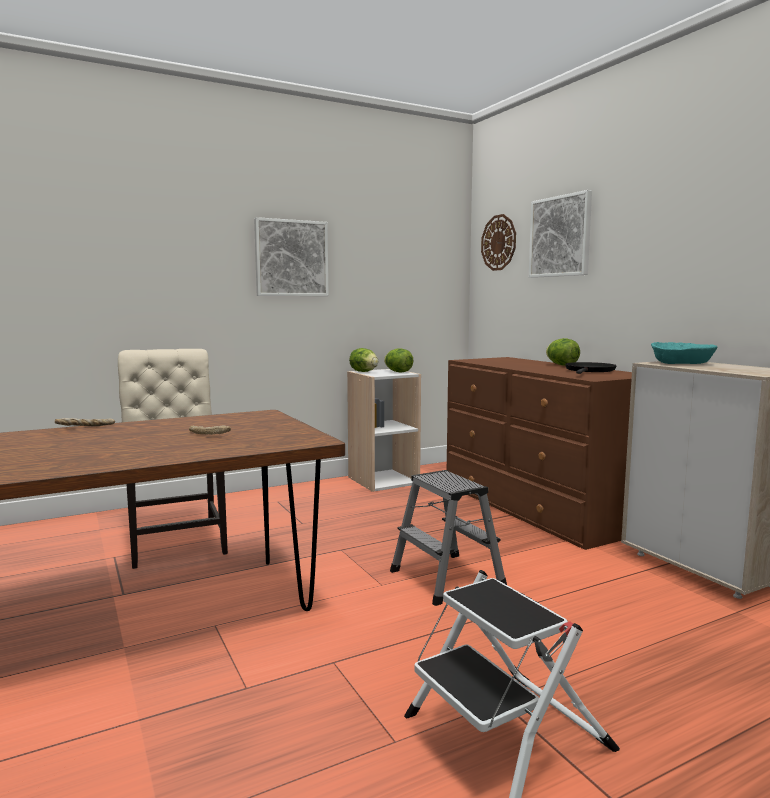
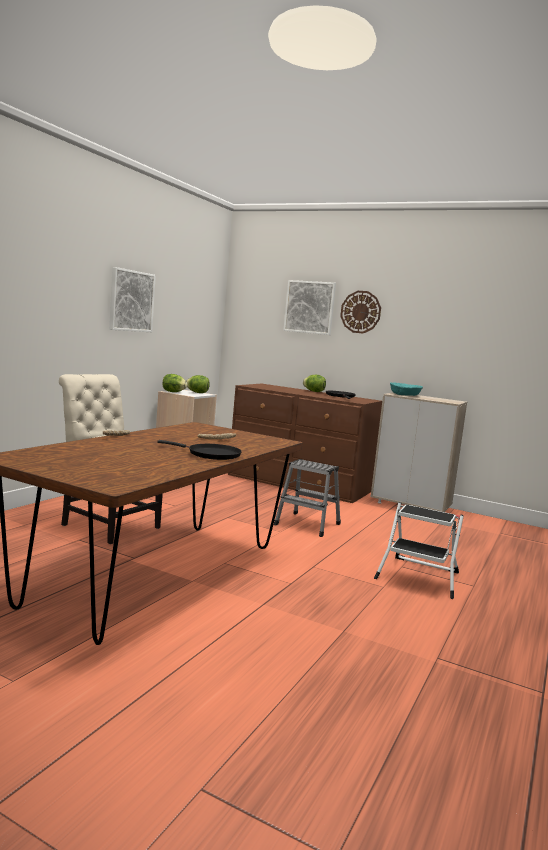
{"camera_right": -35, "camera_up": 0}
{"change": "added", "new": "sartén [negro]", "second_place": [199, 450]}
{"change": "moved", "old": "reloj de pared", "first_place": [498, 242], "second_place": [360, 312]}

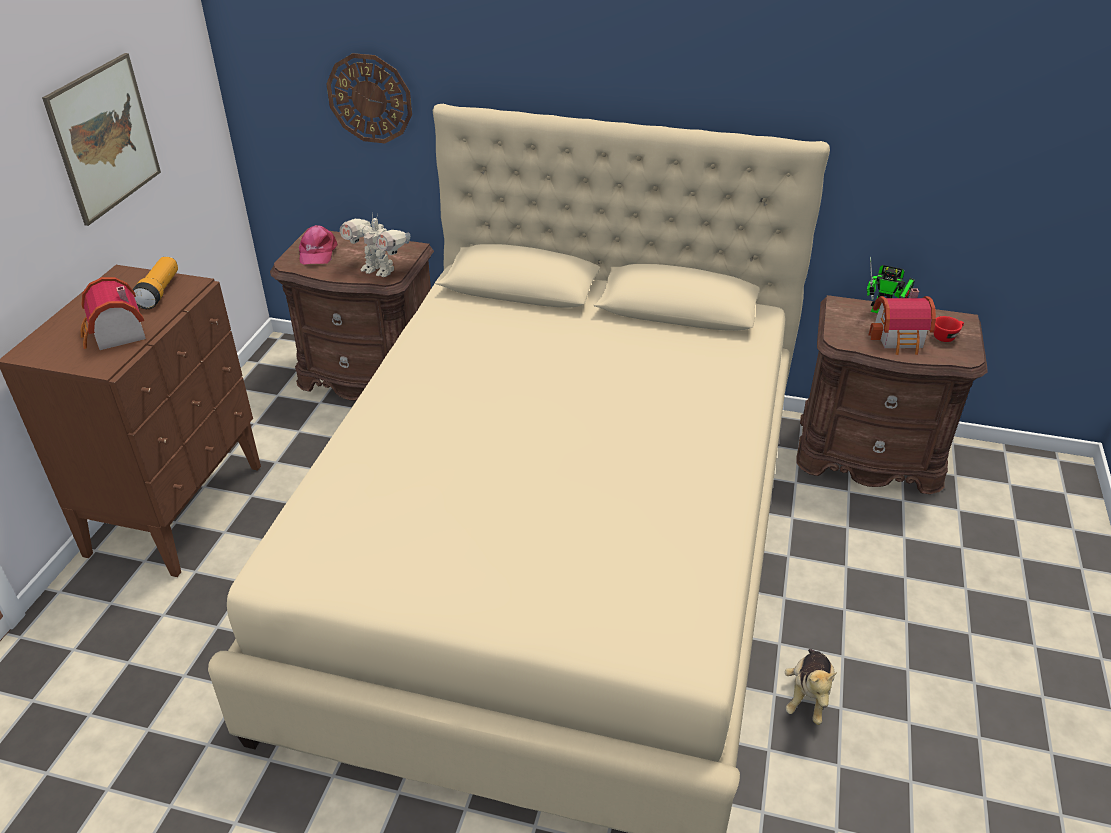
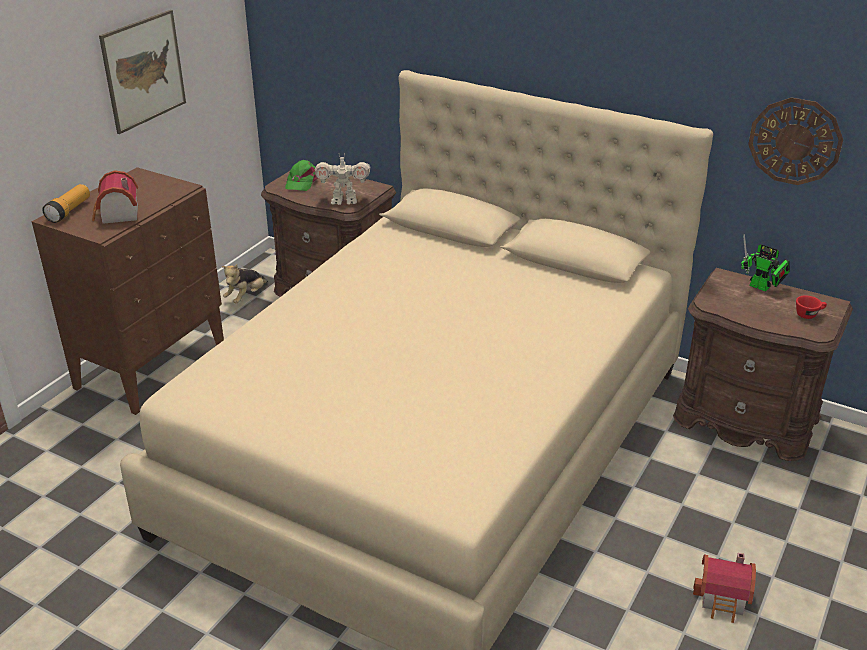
{"camera_right": 15, "camera_up": -5}
{"change": "moved", "old": "linterna", "first_place": [155, 283], "second_place": [66, 203]}
{"change": "moved", "old": "peluche", "first_place": [811, 687], "second_place": [244, 283]}
{"change": "recoloured", "old": "gorra [rosa]", "new": "gorra [verde]", "first_place": [318, 245], "second_place": [301, 175]}
{"change": "turned", "old": "robot de juguete", "first_place": [375, 245], "second_place": [343, 178], "degrees": -45}
{"change": "moved", "old": "casita", "first_place": [902, 321], "second_place": [724, 588]}
{"change": "moved", "old": "reloj de pared", "first_place": [369, 98], "second_place": [795, 141]}

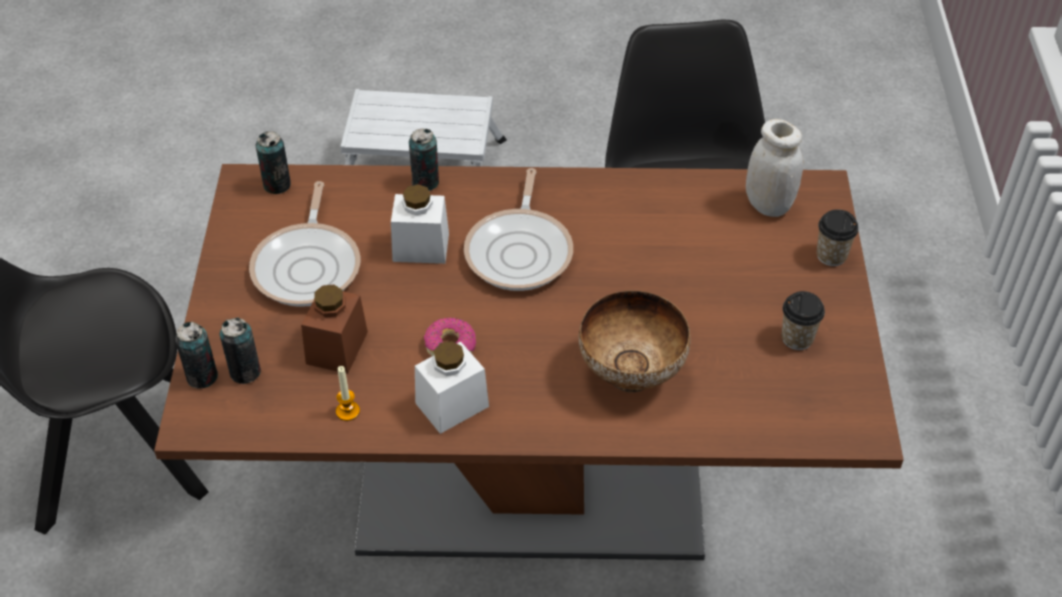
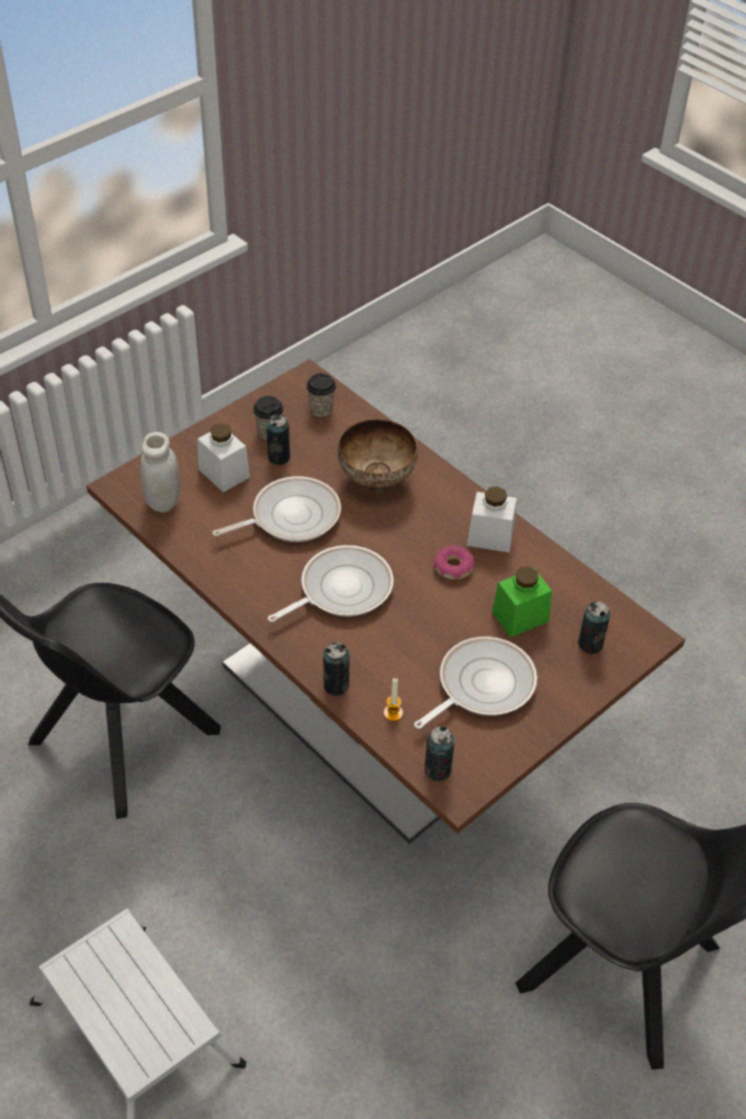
{"camera_right": -135, "camera_up": 0}
{"change": "moved", "old": "tarro [blanco]", "first_place": [420, 224], "second_place": [224, 457]}
{"change": "added", "new": "sartén", "second_place": [276, 509]}
{"change": "moved", "old": "lata", "first_place": [196, 355], "second_place": [278, 439]}
{"change": "moved", "old": "taza", "first_place": [838, 237], "second_place": [321, 395]}
{"change": "moved", "old": "vela", "first_place": [348, 393], "second_place": [393, 699]}
{"change": "recoloured", "old": "tarro [marrón]", "new": "tarro [verde]", "first_place": [334, 329], "second_place": [522, 602]}

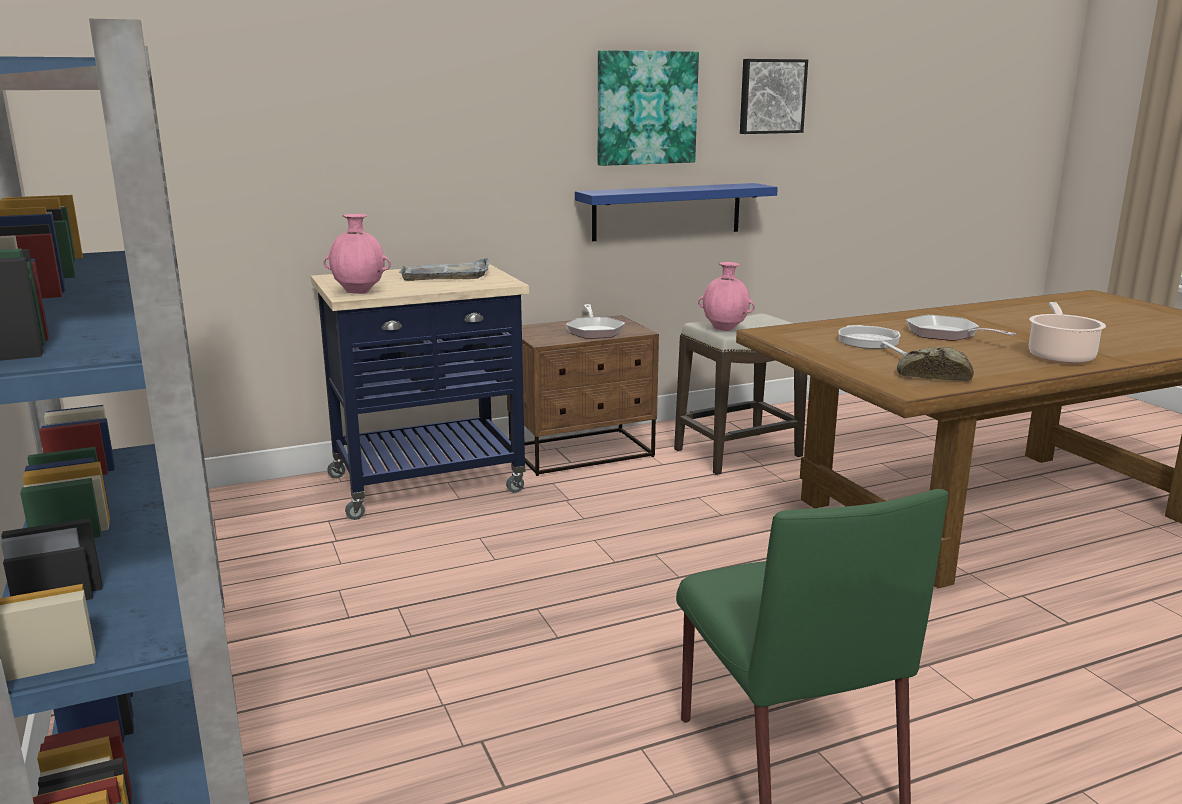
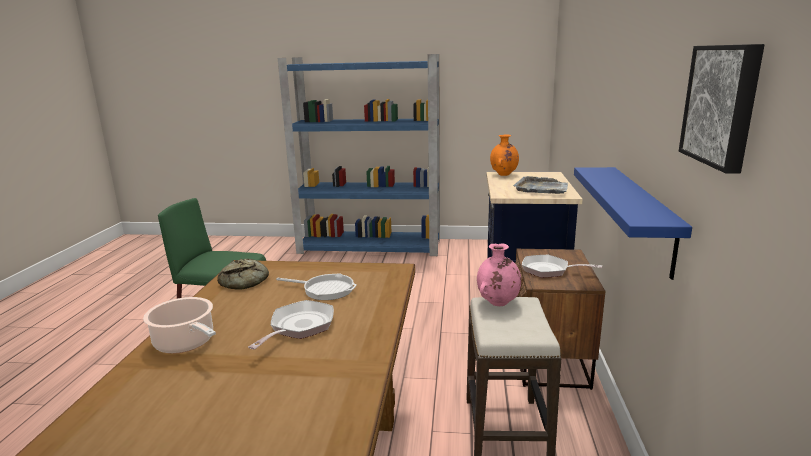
{"camera_right": 120, "camera_up": 0}
{"change": "turned", "old": "sartén", "first_place": [961, 328], "second_place": [291, 324], "degrees": -60}
{"change": "recoloured", "old": "florero [rosa]", "new": "florero [naranja]", "first_place": [357, 254], "second_place": [504, 155]}
{"change": "removed", "old": "cuadro", "first_place": [648, 108]}

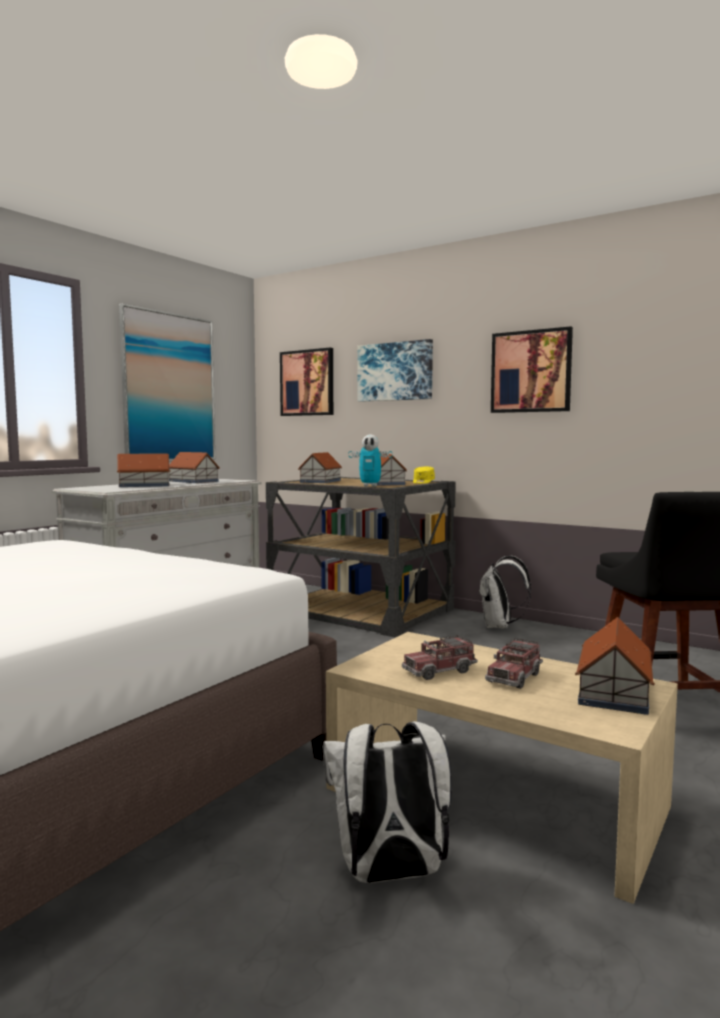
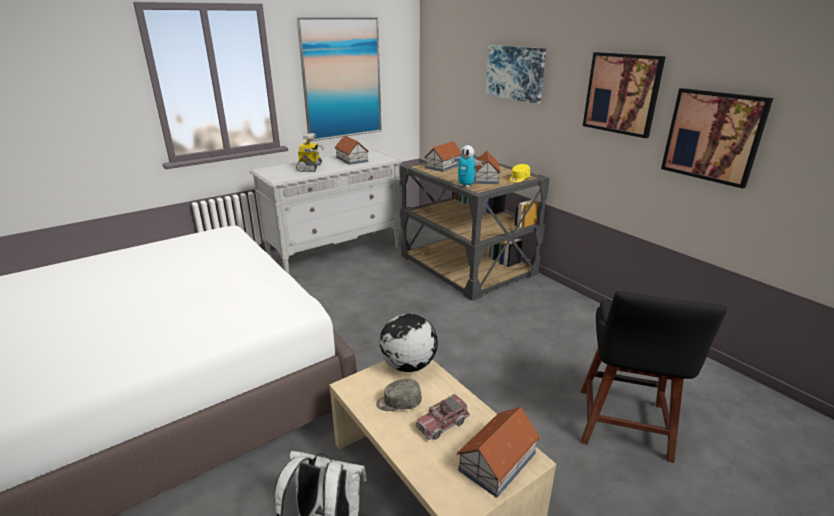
{"camera_right": 20, "camera_up": 20}
{"change": "replaced", "old": "casita", "new": "robot de juguete", "first_place": [143, 470], "second_place": [310, 152]}
{"change": "replaced", "old": "camión de juguete", "new": "gorra [gris]", "first_place": [440, 657], "second_place": [399, 395]}
{"change": "added", "new": "globo terráqueo", "second_place": [408, 342]}
{"change": "moved", "old": "cuadro", "first_place": [306, 382], "second_place": [717, 138]}
{"change": "removed", "old": "mochila [blanco]", "first_place": [505, 592]}

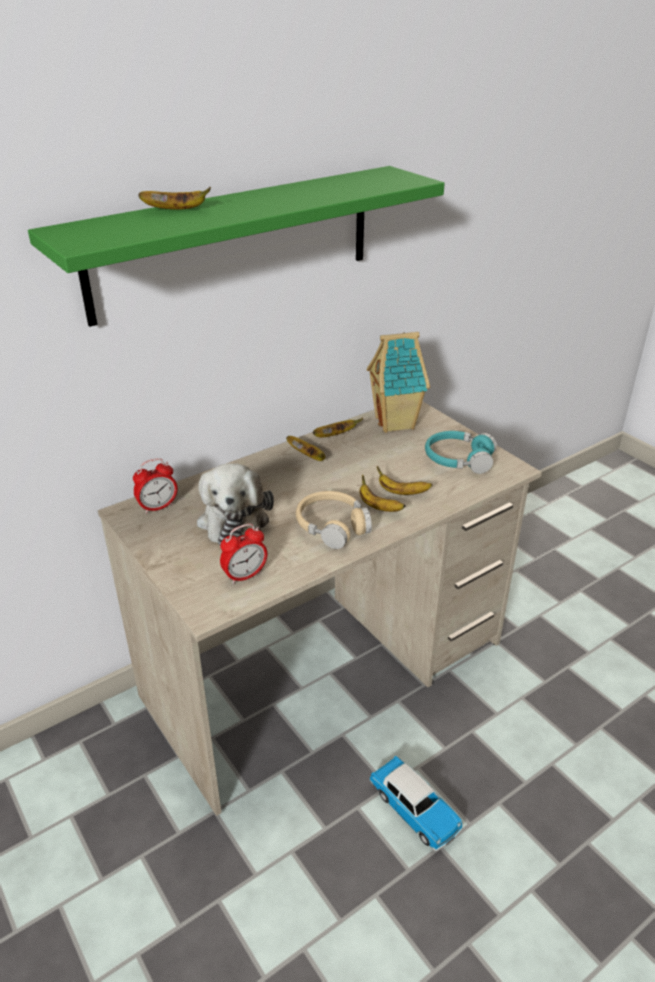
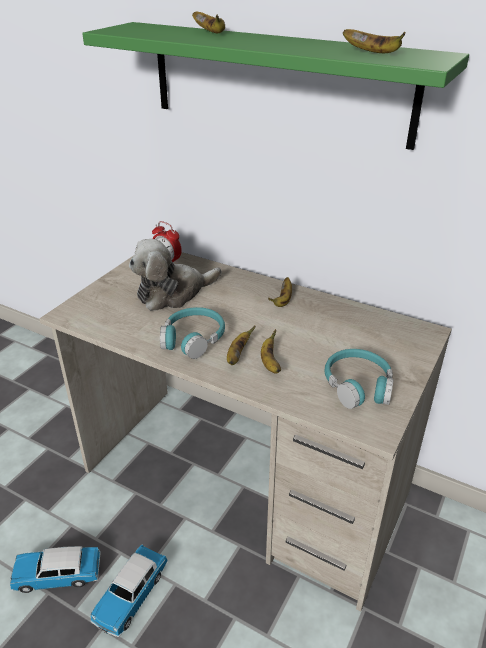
{"camera_right": 65, "camera_up": 0}
{"change": "added", "new": "coche de juguete", "second_place": [55, 569]}
{"change": "recoloured", "old": "auriculares [beis]", "new": "auriculares [turquesa]", "first_place": [334, 520], "second_place": [192, 333]}
{"change": "moved", "old": "plátano", "first_place": [338, 428], "second_place": [374, 41]}
{"change": "removed", "old": "despertador", "first_place": [243, 554]}
{"change": "removed", "old": "casita", "first_place": [398, 382]}

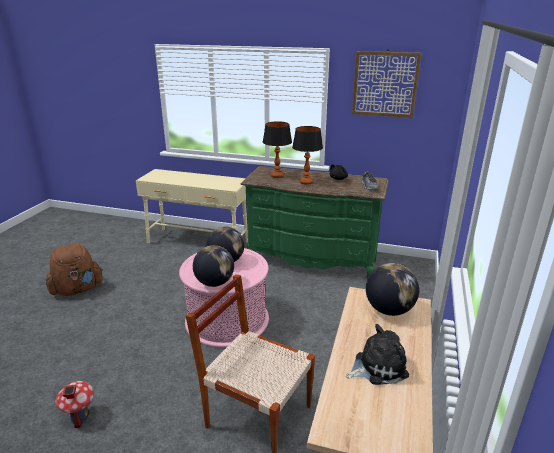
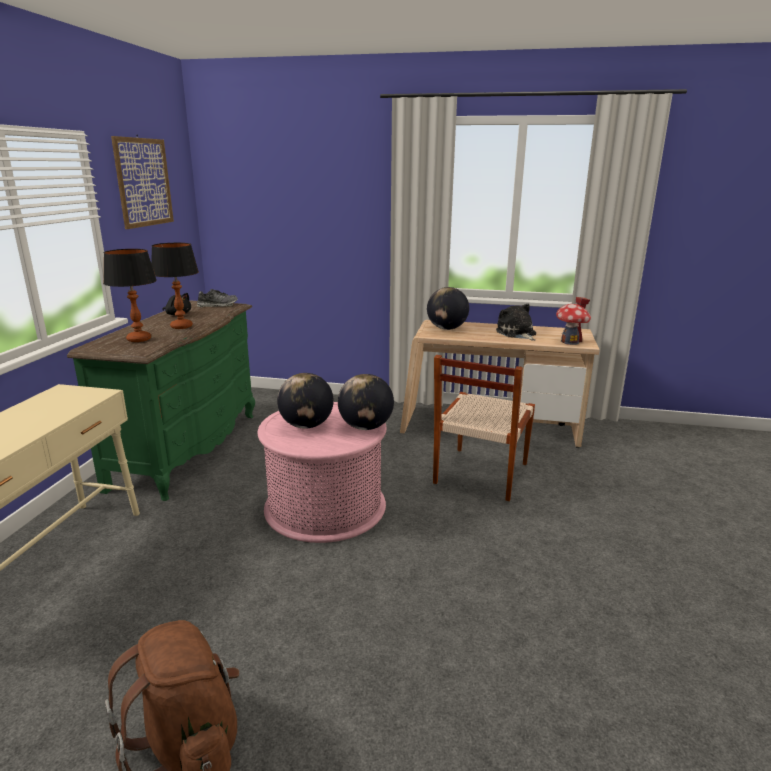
{"camera_right": -95, "camera_up": -5}
{"change": "moved", "old": "casita", "first_place": [74, 404], "second_place": [573, 321]}

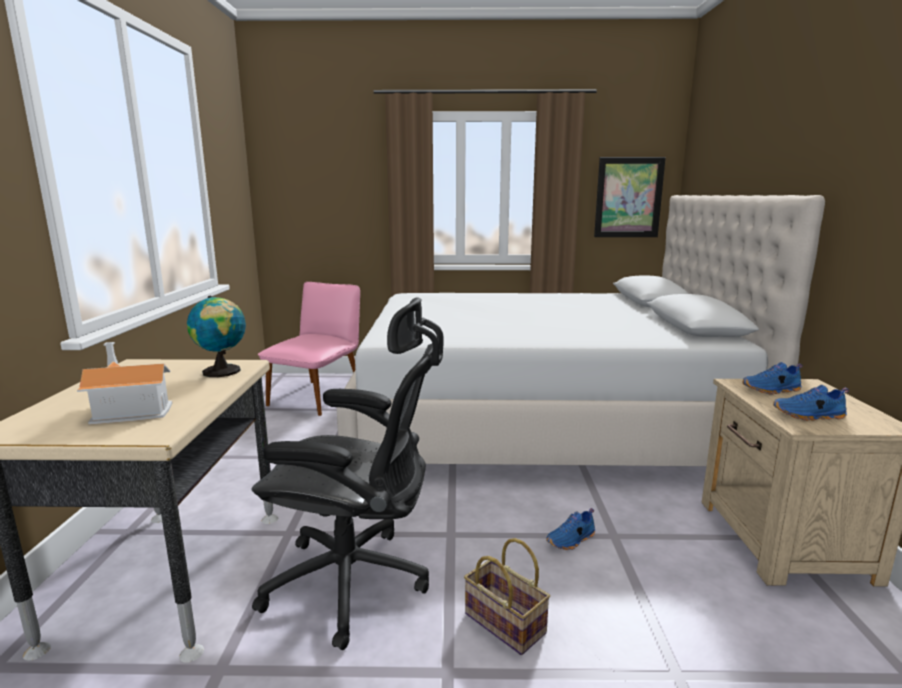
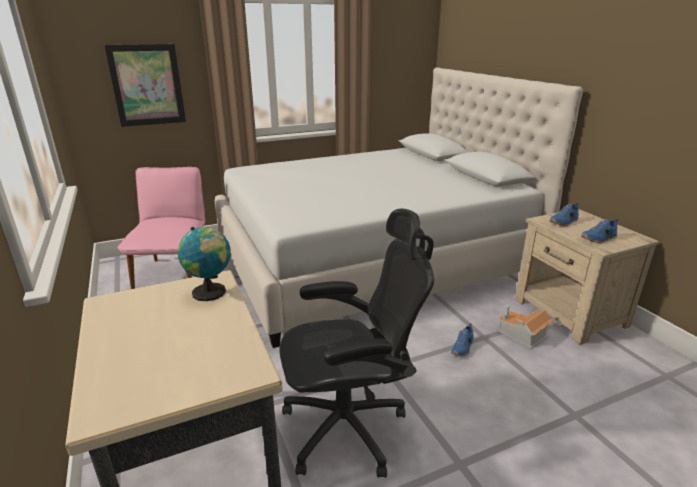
{"camera_right": -25, "camera_up": 10}
{"change": "moved", "old": "cuadro", "first_place": [630, 197], "second_place": [145, 85]}
{"change": "moved", "old": "casita", "first_place": [125, 383], "second_place": [526, 326]}
{"change": "removed", "old": "cesta", "first_place": [507, 596]}

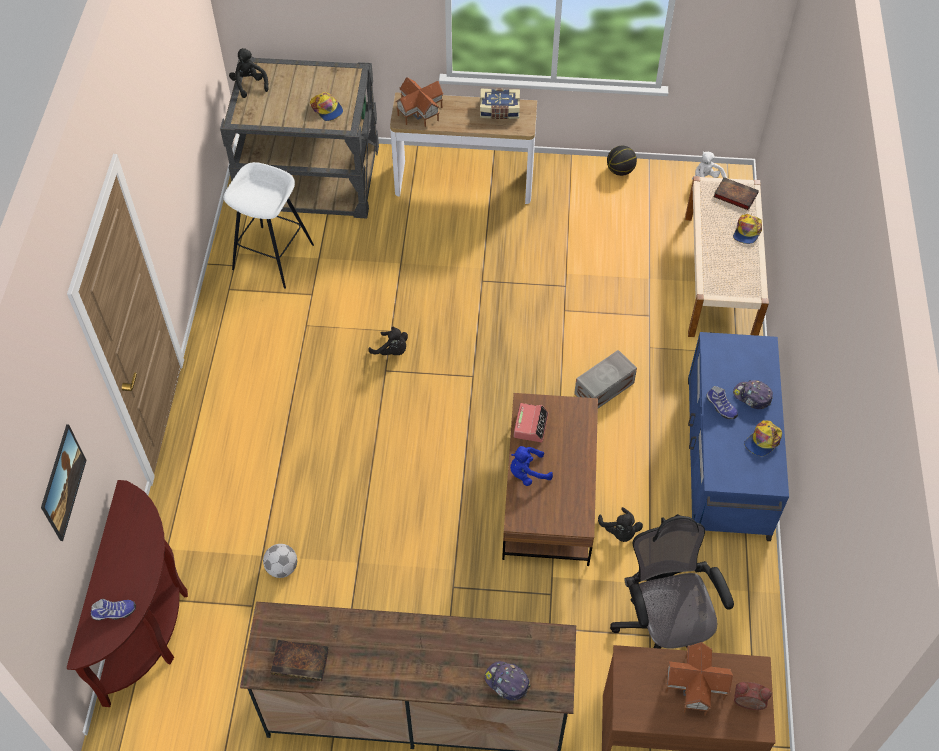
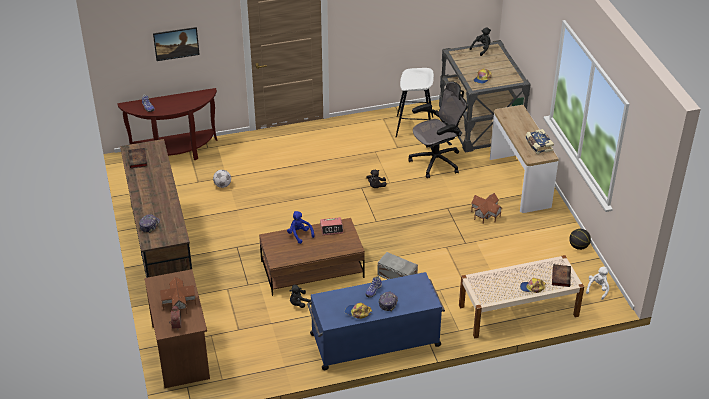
{"camera_right": 70, "camera_up": -15}
{"change": "moved", "old": "silla de oficina", "first_place": [672, 581], "second_place": [438, 129]}
{"change": "moved", "old": "casita", "first_place": [420, 102], "second_place": [486, 208]}

